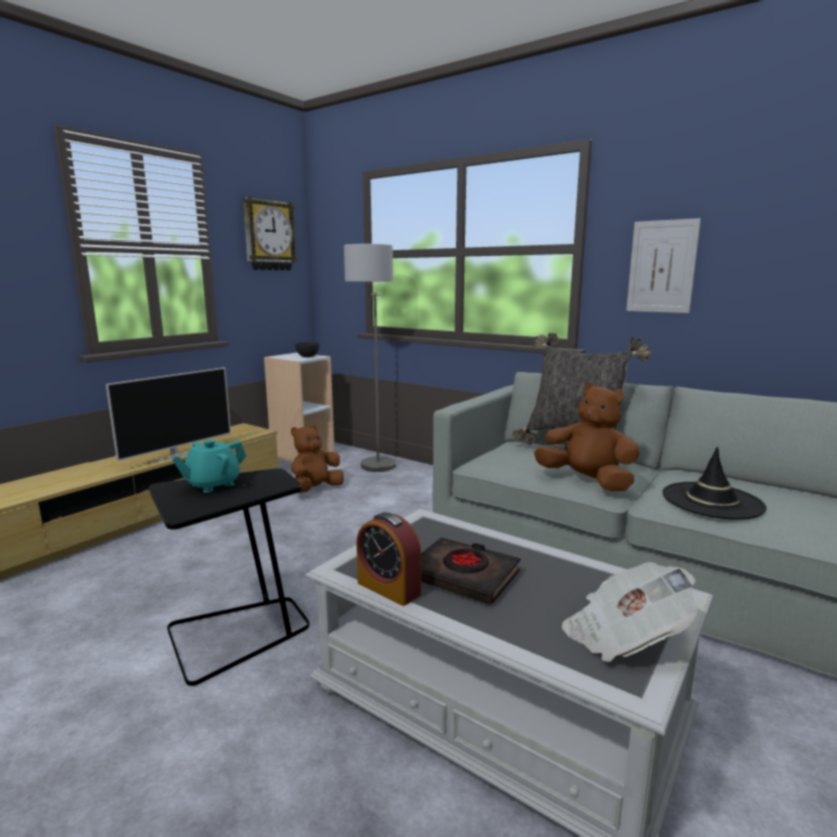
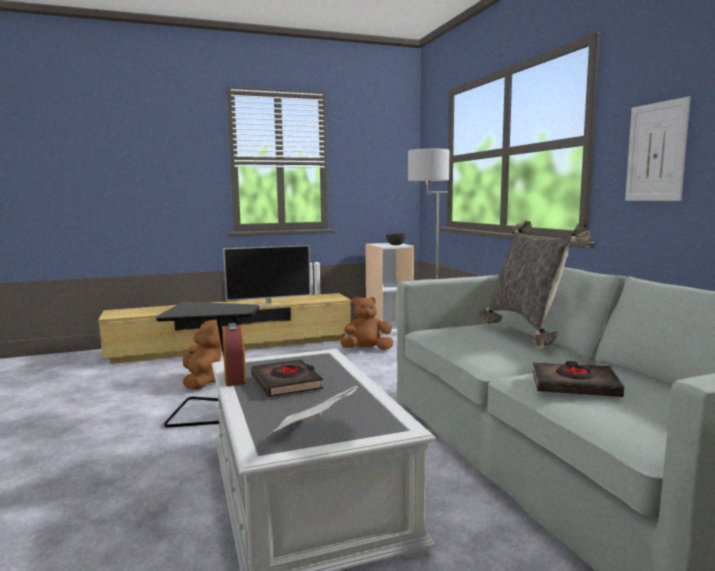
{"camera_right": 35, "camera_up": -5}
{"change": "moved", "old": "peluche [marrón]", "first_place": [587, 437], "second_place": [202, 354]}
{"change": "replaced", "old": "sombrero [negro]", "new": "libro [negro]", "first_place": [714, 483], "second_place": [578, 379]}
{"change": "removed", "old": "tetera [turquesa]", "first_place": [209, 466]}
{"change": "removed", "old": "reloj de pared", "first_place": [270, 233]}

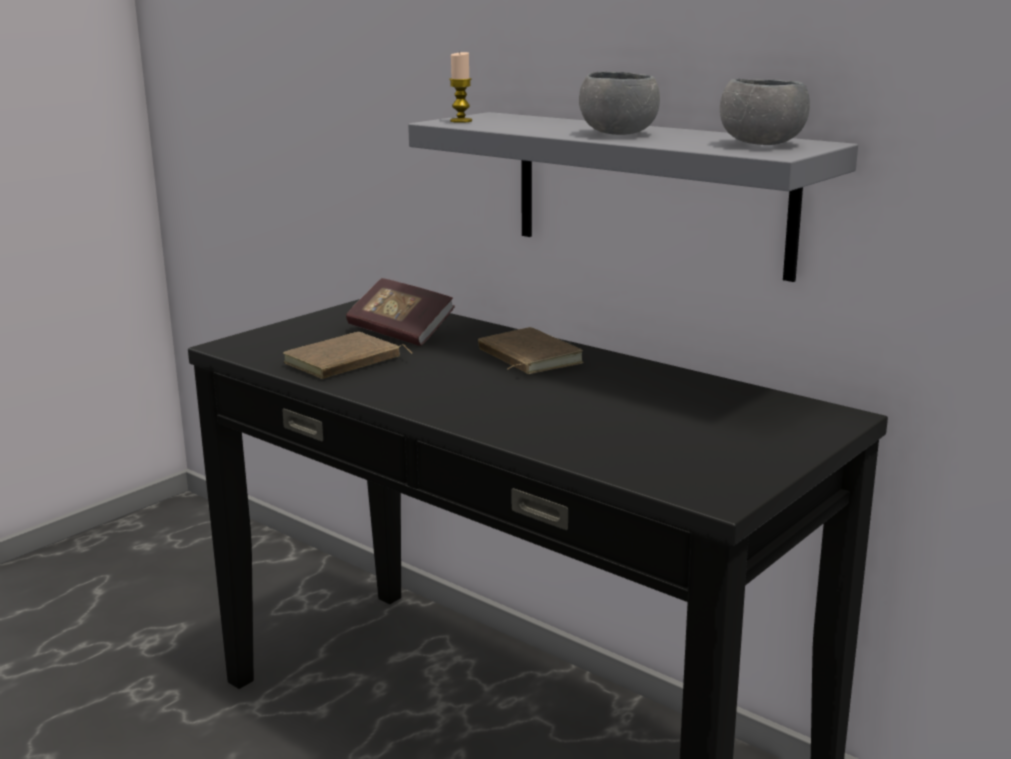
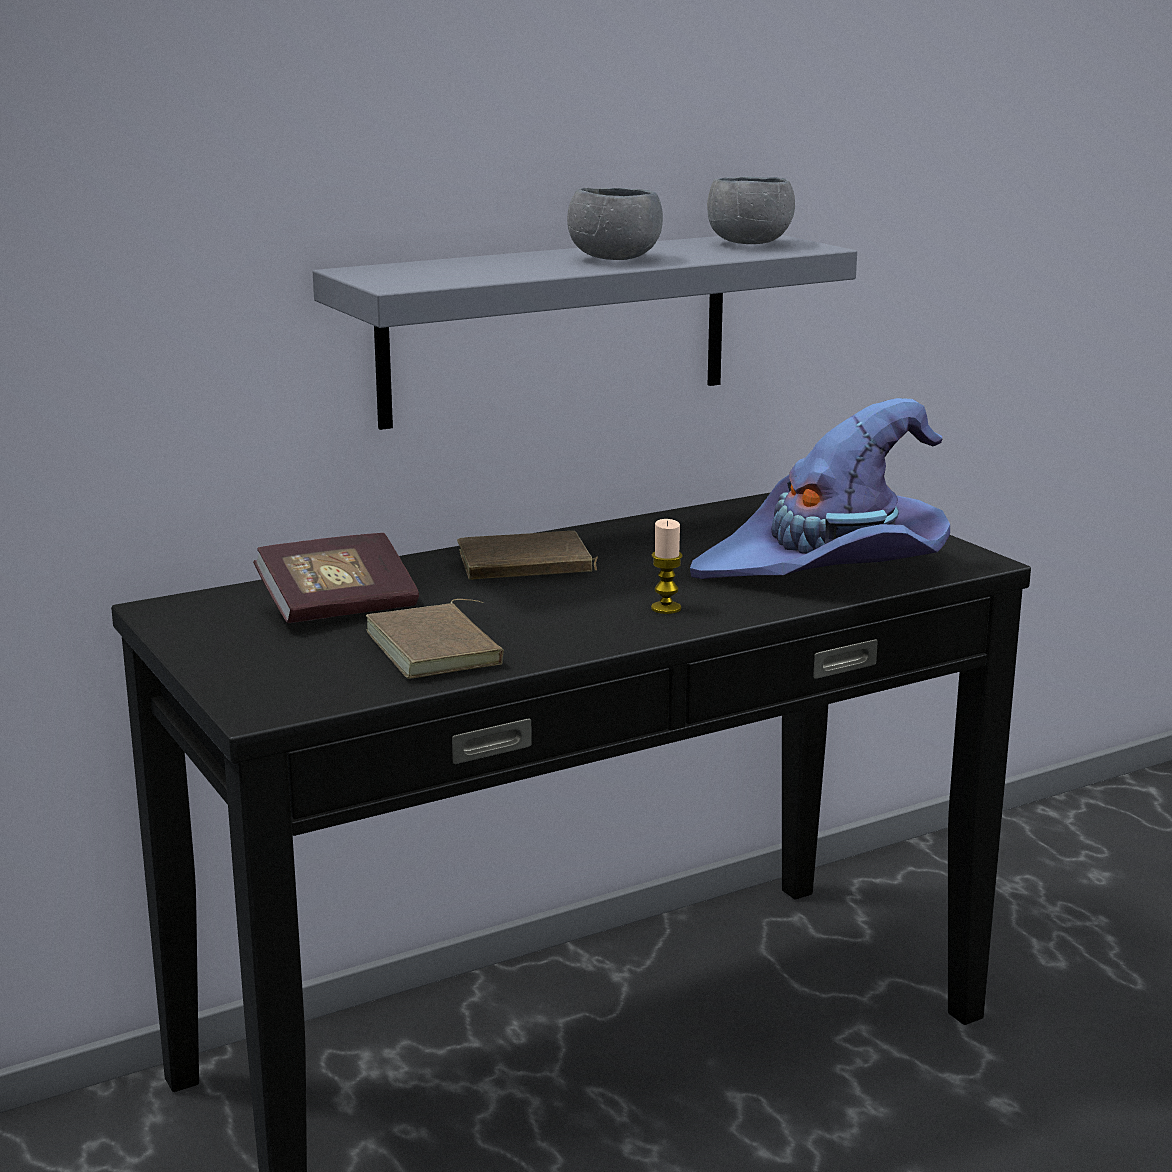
{"camera_right": -70, "camera_up": 0}
{"change": "moved", "old": "vela", "first_place": [460, 87], "second_place": [667, 566]}
{"change": "added", "new": "sombrero [morado]", "second_place": [820, 488]}

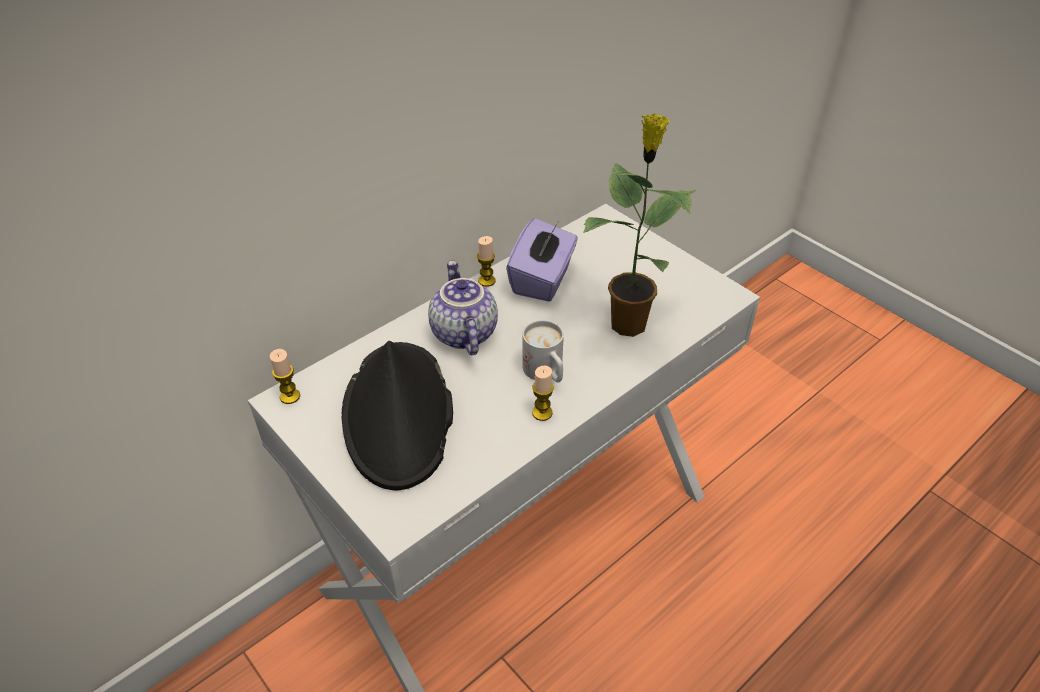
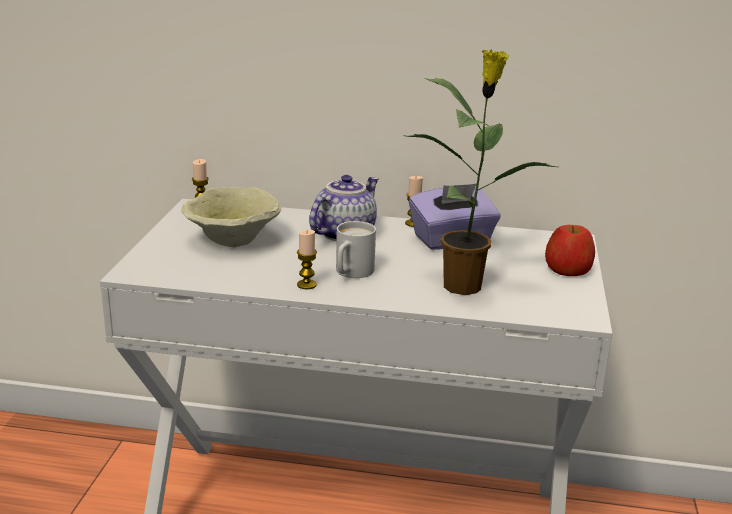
{"camera_right": 50, "camera_up": -20}
{"change": "replaced", "old": "sombrero [negro]", "new": "cuenco [beis]", "first_place": [397, 415], "second_place": [231, 217]}
{"change": "added", "new": "manzana", "second_place": [570, 250]}

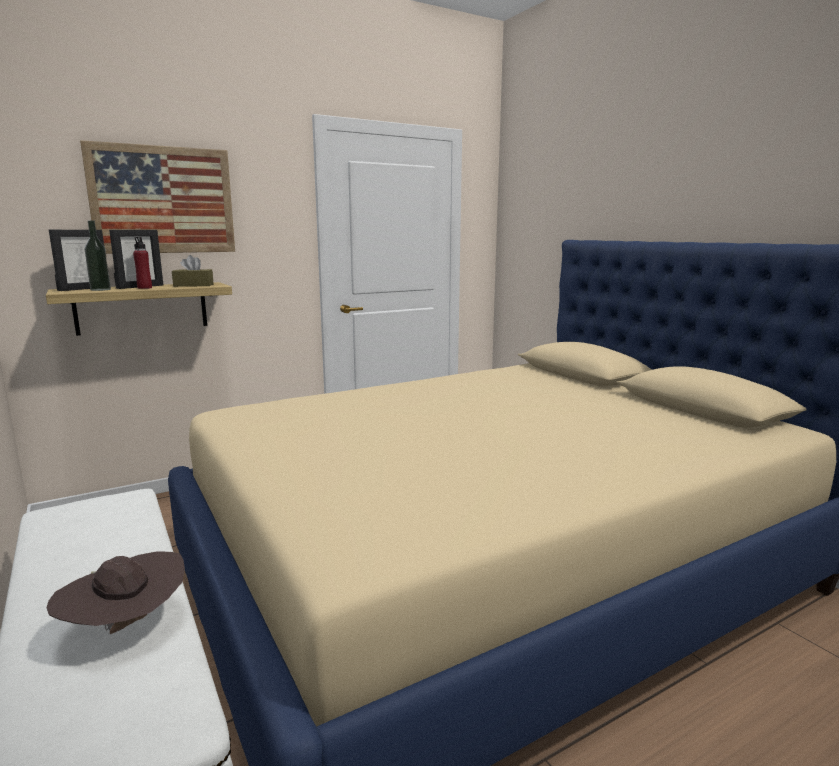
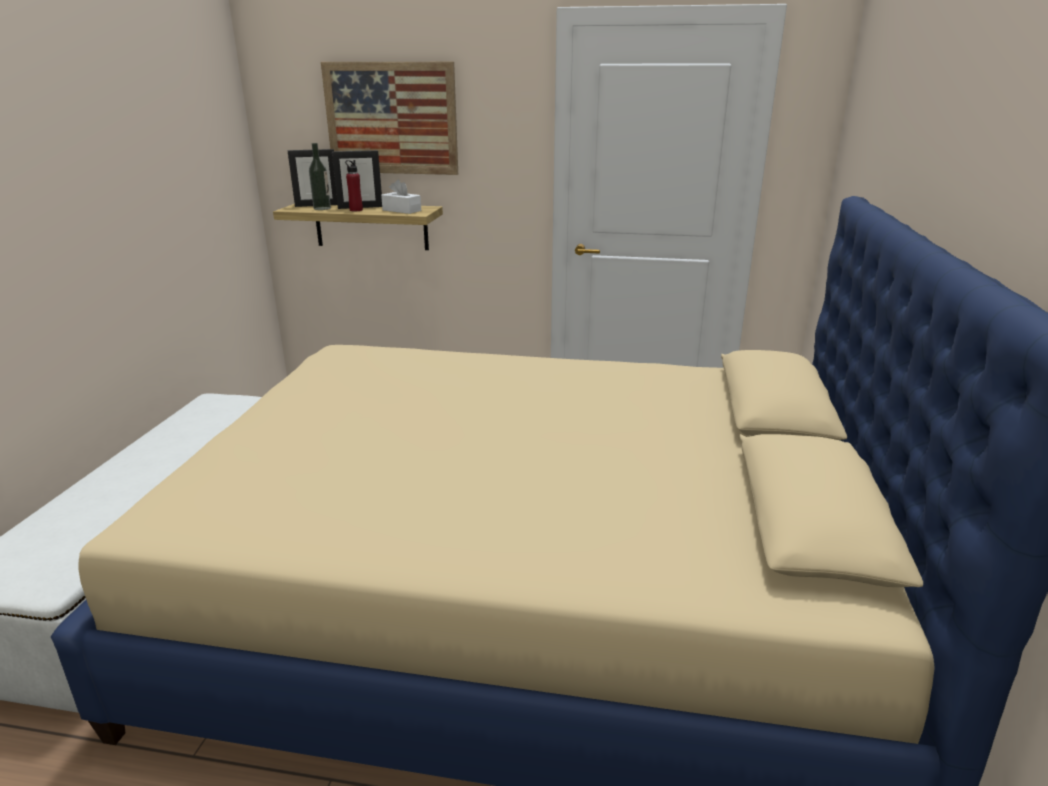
{"camera_right": 40, "camera_up": 10}
{"change": "recoloured", "old": "caja de pañuelos [marrón]", "new": "caja de pañuelos [blanco]", "first_place": [193, 271], "second_place": [401, 196]}
{"change": "removed", "old": "sombrero [marrón]", "first_place": [116, 593]}

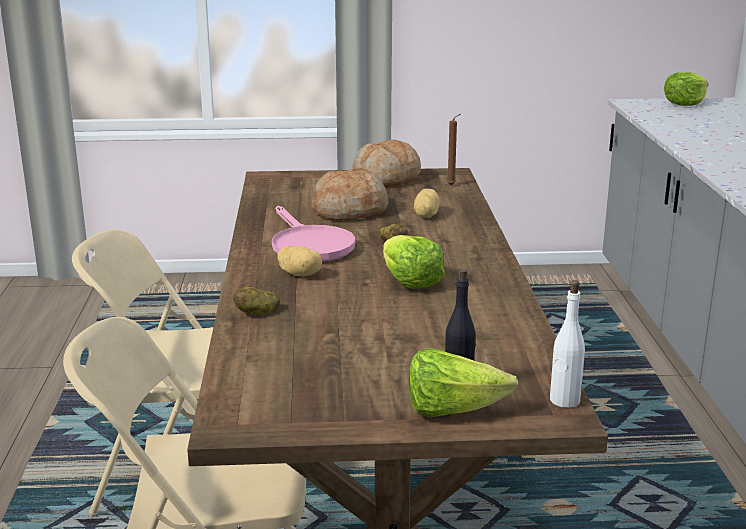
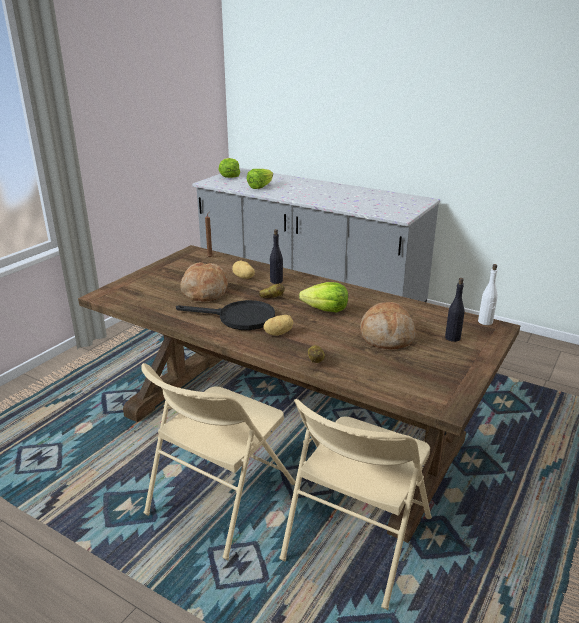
{"camera_right": -55, "camera_up": 5}
{"change": "recoloured", "old": "sartén [rosa]", "new": "sartén [negro]", "first_place": [313, 234], "second_place": [225, 315]}
{"change": "moved", "old": "lechuga", "first_place": [463, 382], "second_place": [260, 179]}
{"change": "added", "new": "botella [negro]", "second_place": [276, 256]}
{"change": "moved", "old": "pan", "first_place": [387, 163], "second_place": [388, 325]}

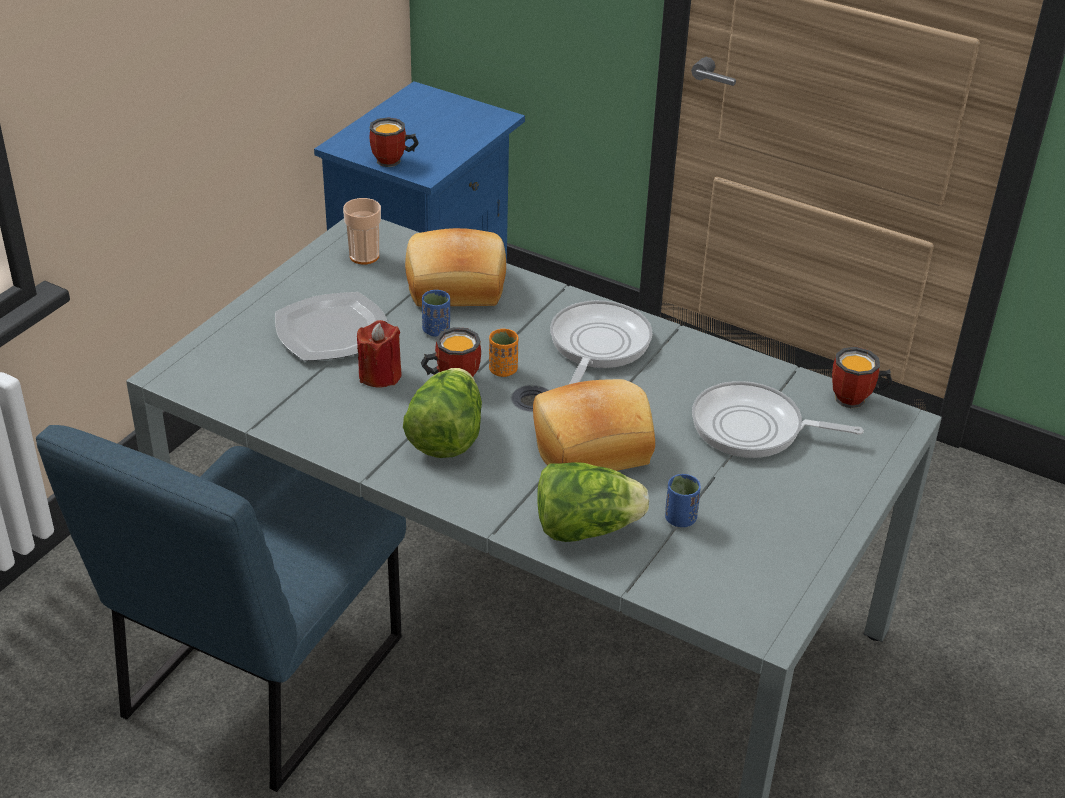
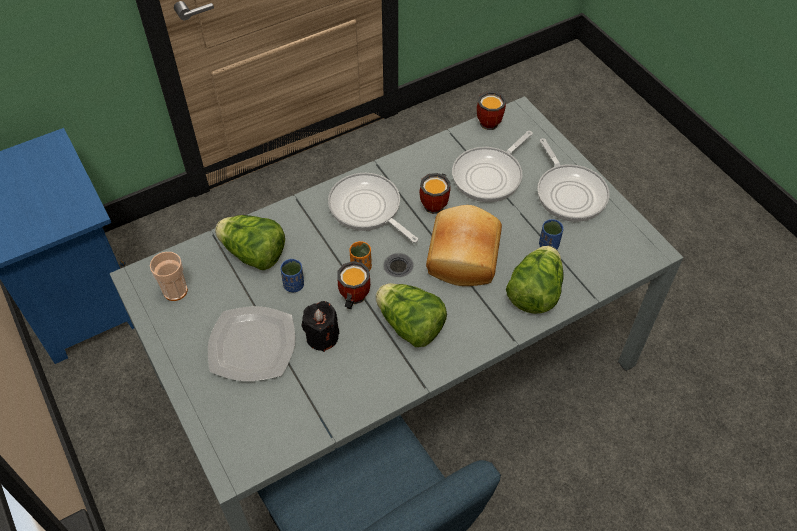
{"camera_right": -60, "camera_up": 15}
{"change": "replaced", "old": "pan", "new": "lechuga", "first_place": [455, 267], "second_place": [250, 242]}
{"change": "recoloured", "old": "vela [rojo]", "new": "vela [negro]", "first_place": [379, 354], "second_place": [320, 326]}
{"change": "moved", "old": "taza grande", "first_place": [393, 142], "second_place": [435, 193]}
{"change": "added", "new": "sartén", "second_place": [573, 180]}

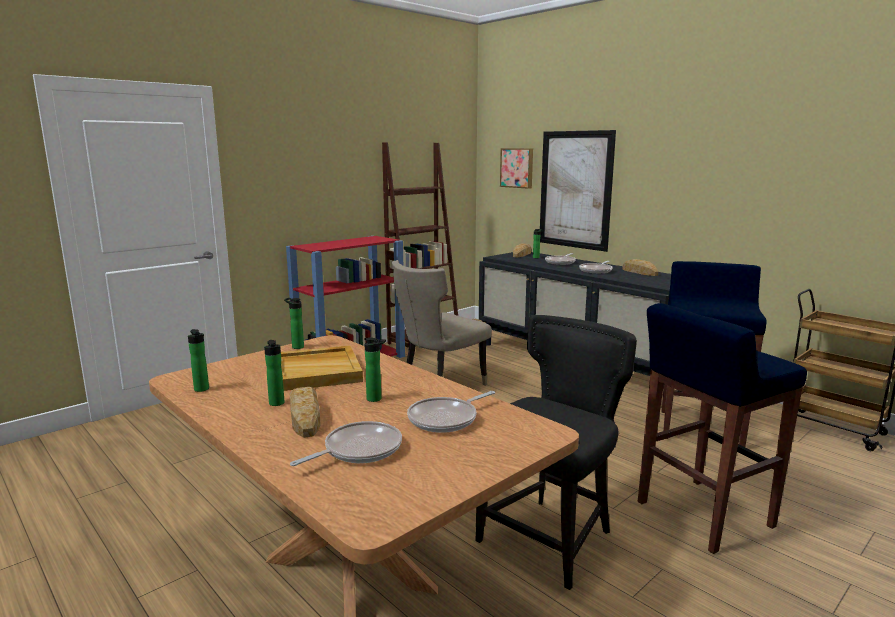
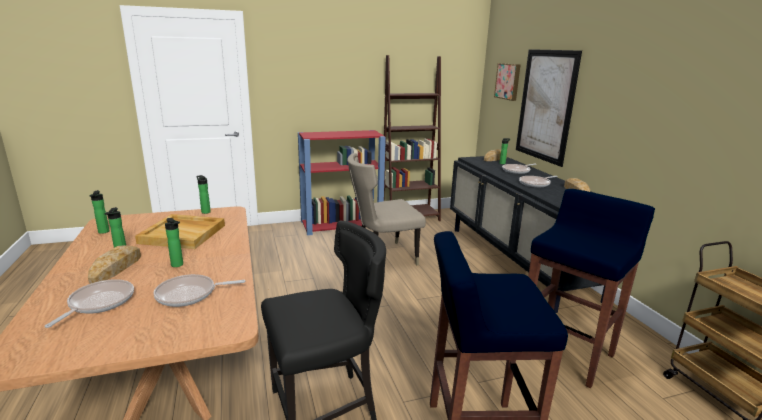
{"camera_right": 25, "camera_up": 5}
{"change": "turned", "old": "sartén", "first_place": [346, 443], "second_place": [89, 303], "degrees": -60}

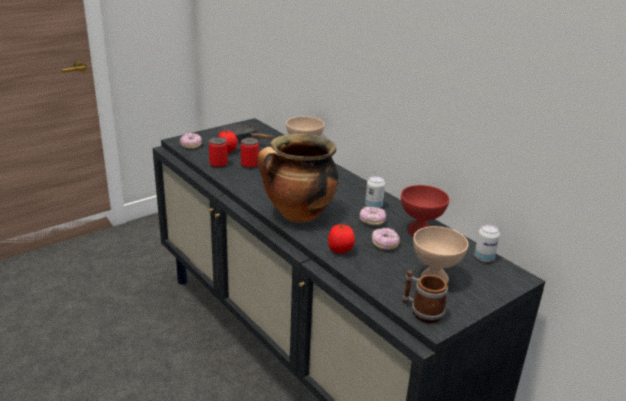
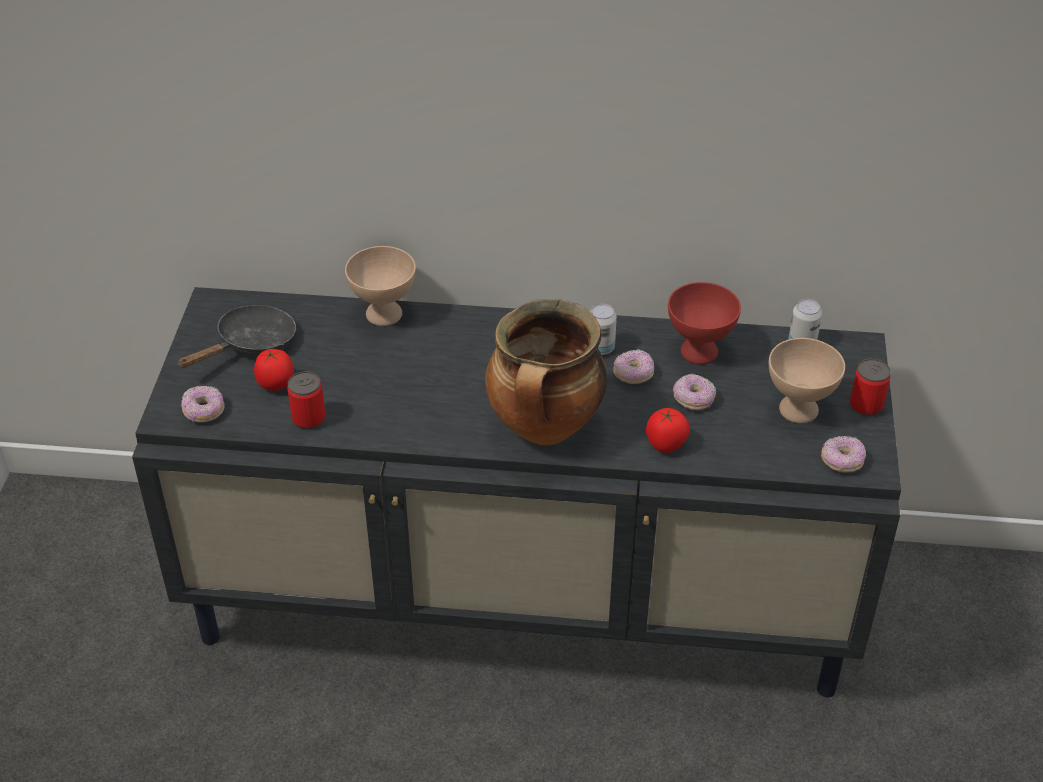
{"camera_right": -45, "camera_up": 15}
{"change": "turned", "old": "sartén [negro]", "first_place": [245, 131], "second_place": [236, 336], "degrees": 135}
{"change": "replaced", "old": "taza grande", "new": "rosquilla", "first_place": [425, 296], "second_place": [843, 454]}
{"change": "moved", "old": "lata", "first_place": [250, 153], "second_place": [870, 387]}

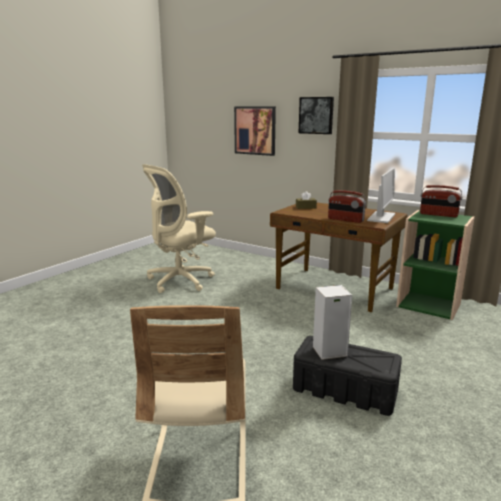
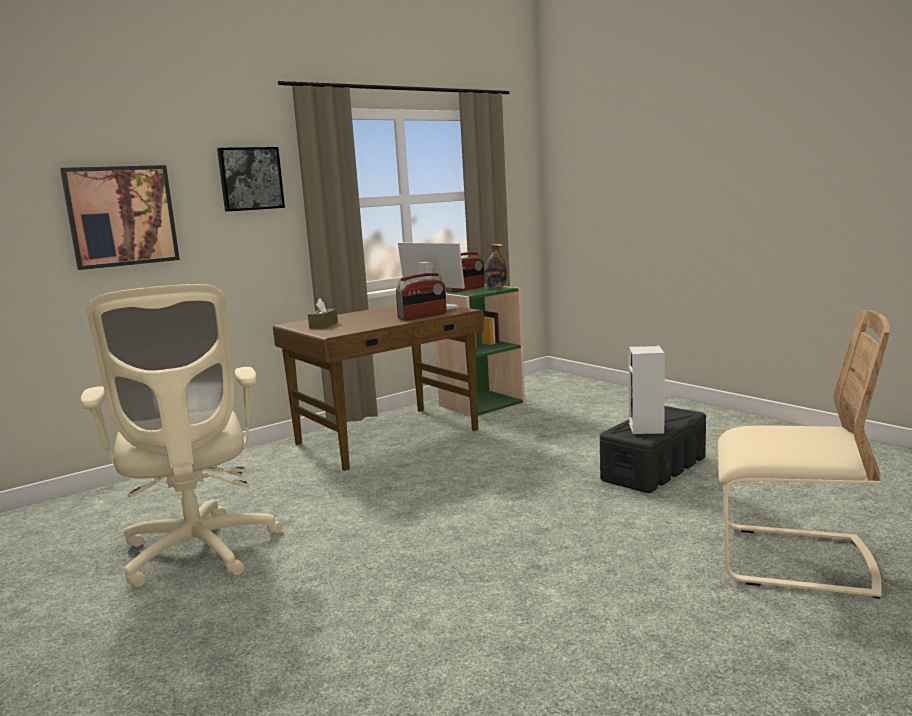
{"camera_right": -70, "camera_up": -5}
{"change": "added", "new": "botella", "second_place": [495, 266]}

